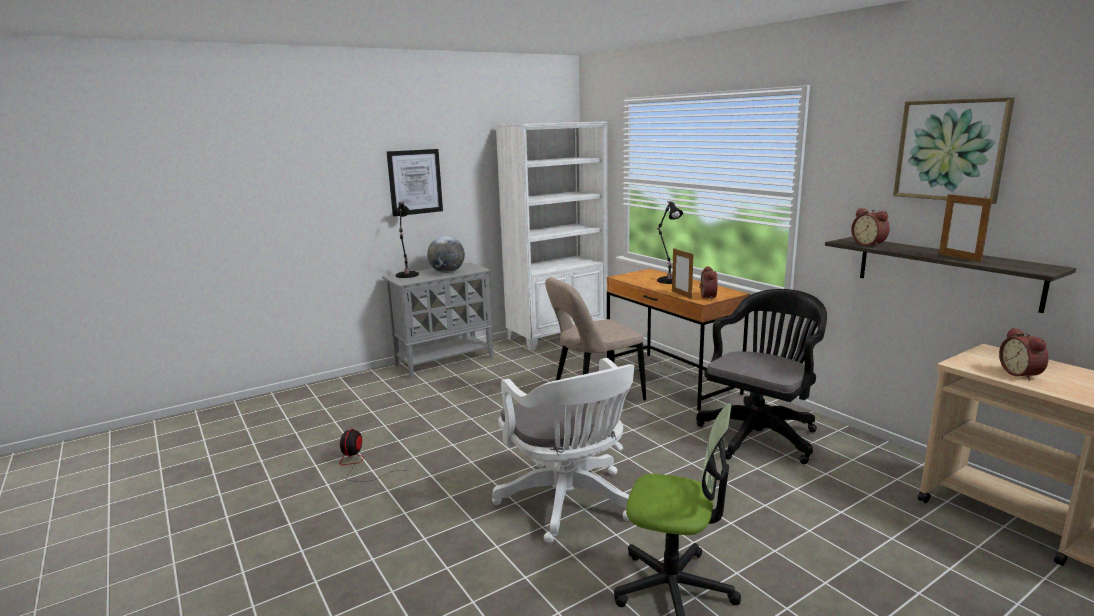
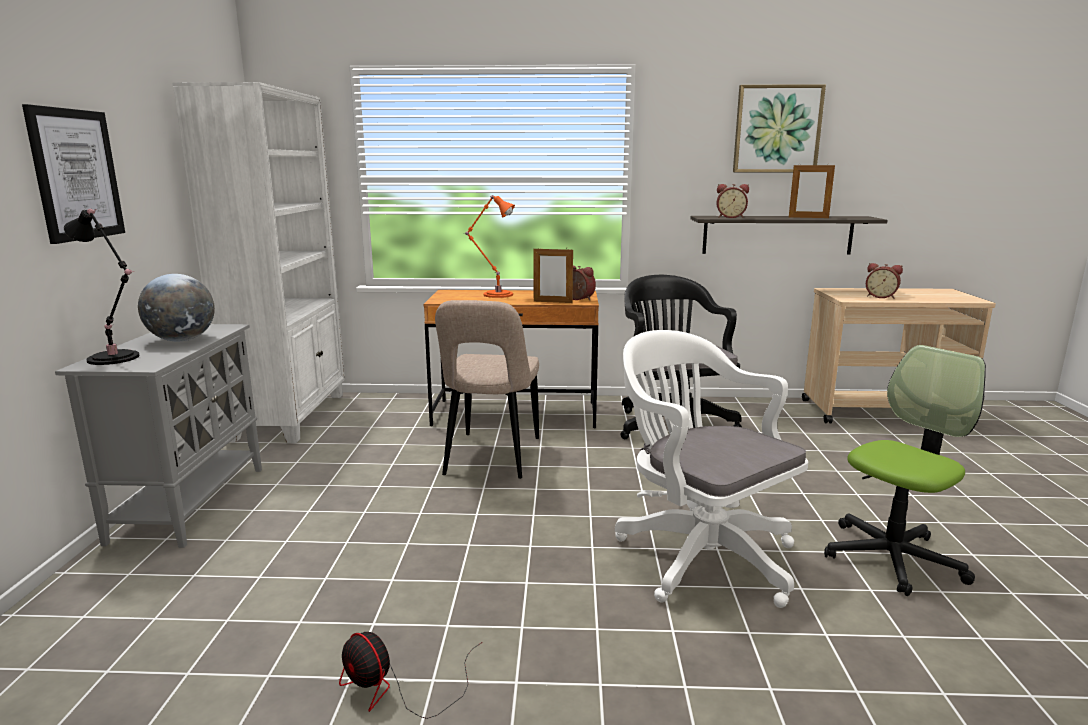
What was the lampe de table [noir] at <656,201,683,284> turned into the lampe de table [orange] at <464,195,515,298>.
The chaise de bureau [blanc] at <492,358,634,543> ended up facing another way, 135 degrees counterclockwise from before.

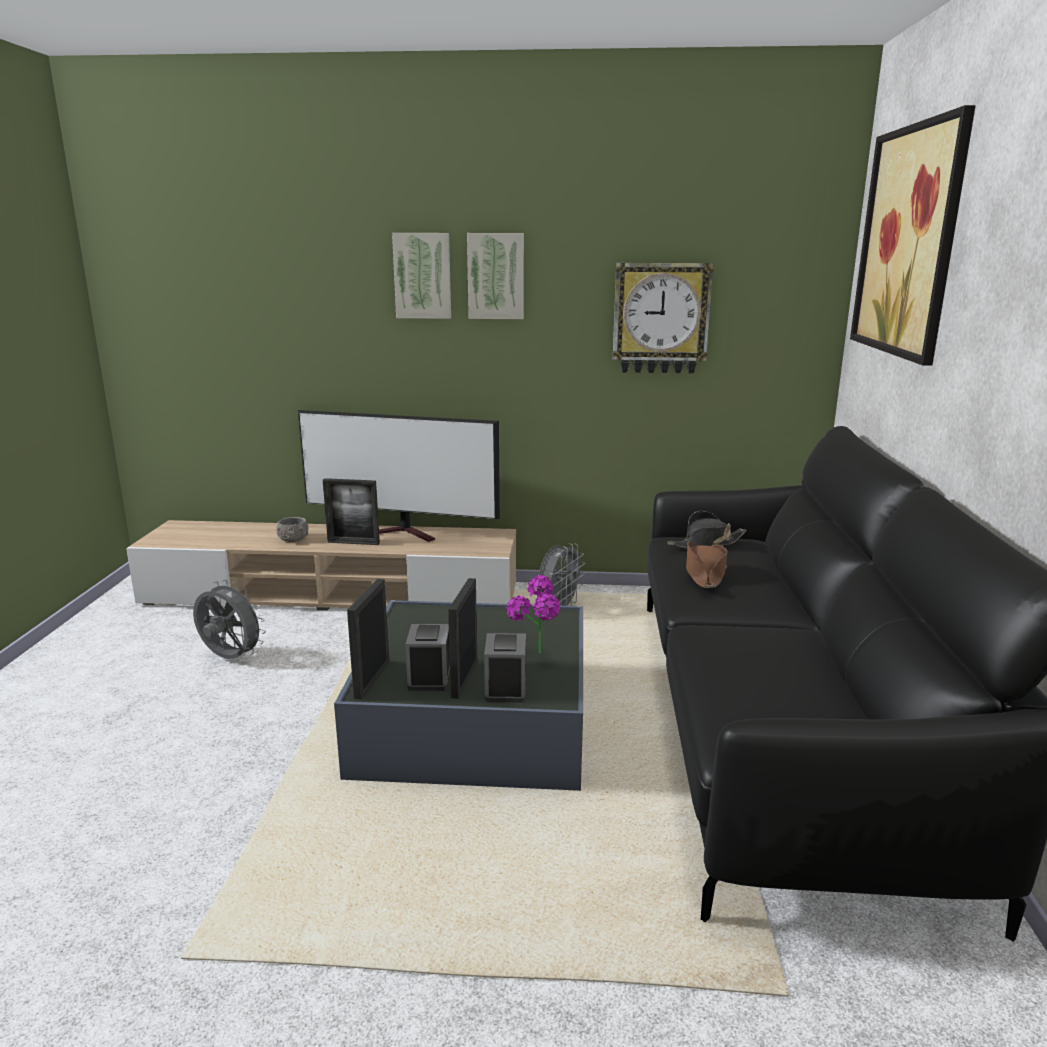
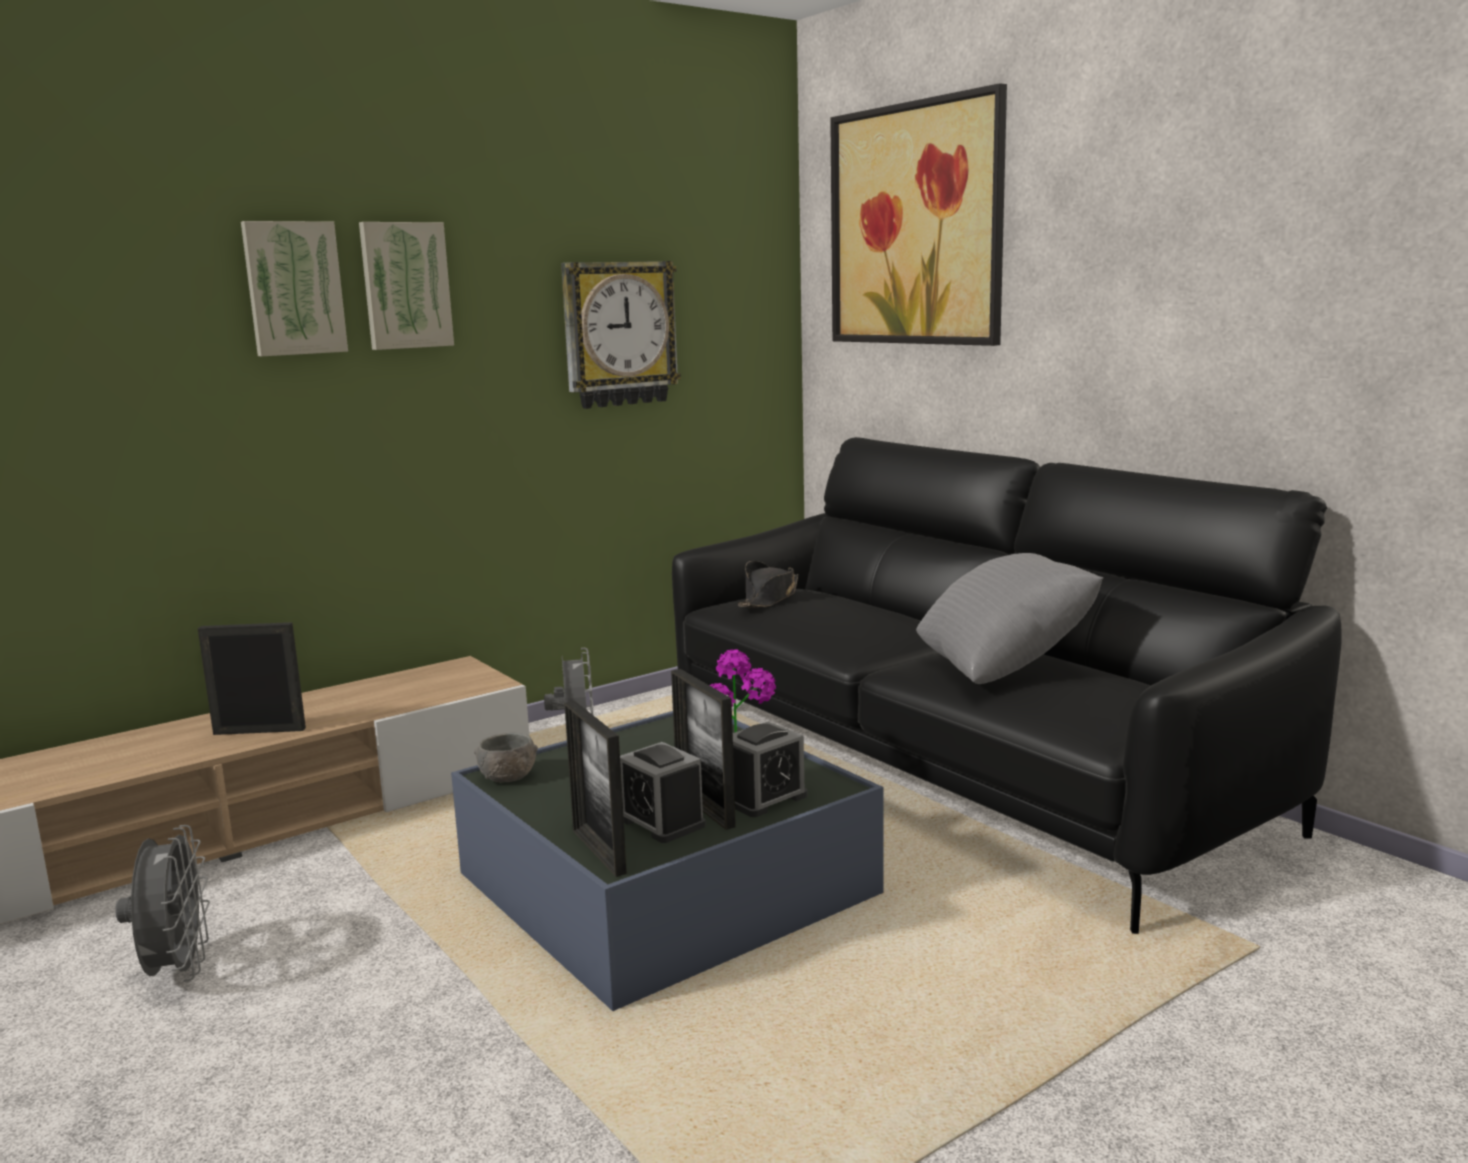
The ventilateur [gris] at <193,580,266,659> ended up facing another way, 90 degrees clockwise from before.
The cadre photo at <323,478,380,545> ended up facing another way, 150 degrees counterclockwise from before.
The bol [gris] ended up elsewhere, having gone from <276,517,309,542> to <474,733,538,782>.
The réveil at <484,633,526,702> ended up facing another way, 90 degrees counterclockwise from before.
The second view gained the coussin [gris] at <916,553,1103,684>.
The second view lost the téléviseur at <298,410,500,542>.
The second view lost the chapeau [marron] at <686,541,728,588>.

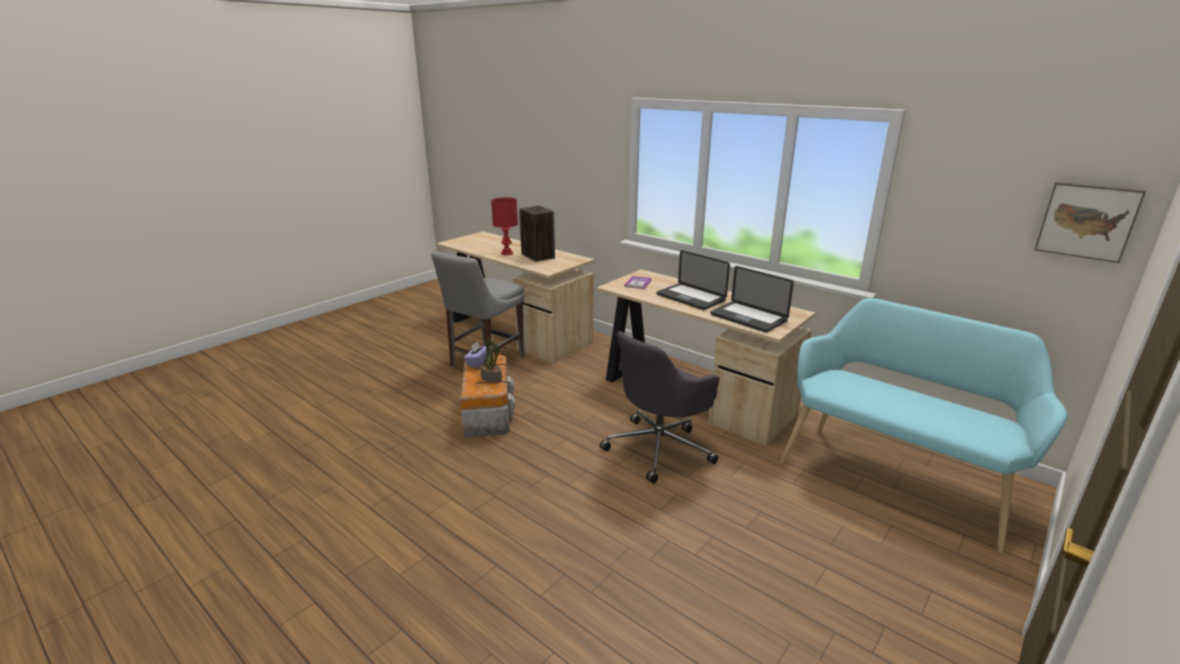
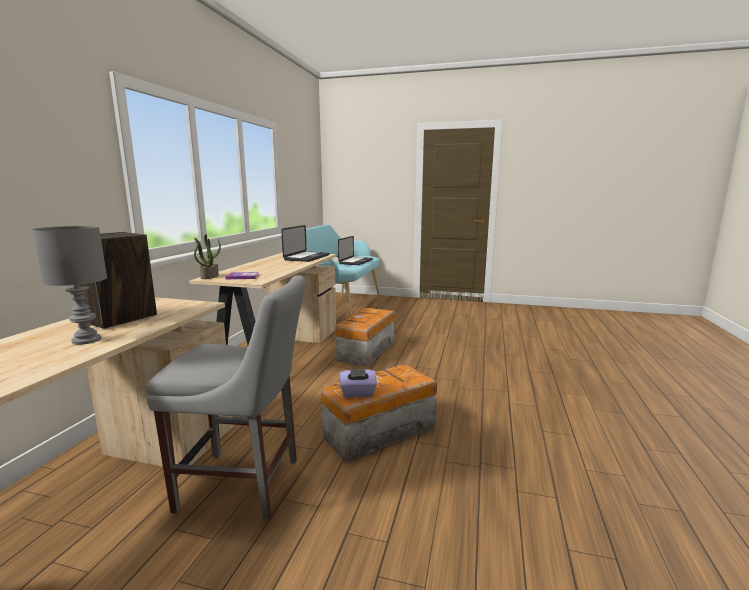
What was the lampe de table [rouge] at <491,197,518,255> turned into the lampe de table [gris] at <32,226,107,345>.
The plante en pot ended up elsewhere, having gone from <480,337,502,383> to <194,234,221,279>.
Where the chaise de bureau [gris] stood at <600,331,719,483>, the boîte de rangement came to stand at <335,308,395,367>.
The ordinateur portable ended up elsewhere, having gone from <656,250,730,310> to <338,236,373,265>.
The second view lost the tableau at <1035,182,1146,263>.

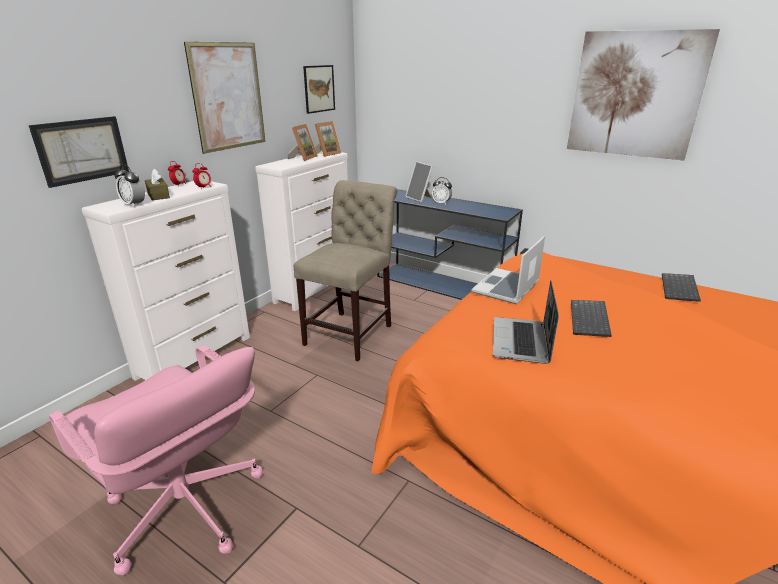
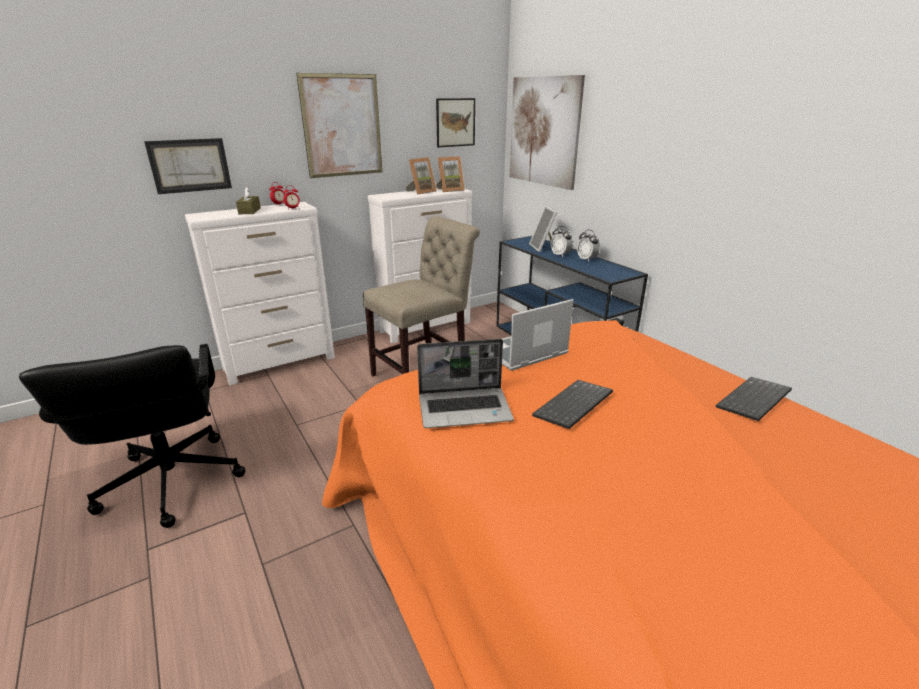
What was the chaise de bureau [rose] at <49,345,263,575> turned into the chaise de bureau [noir] at <19,344,245,528>.
The ordinateur portable at <493,280,559,364> ended up facing another way, 135 degrees counterclockwise from before.
The tableau ended up elsewhere, having gone from <567,29,720,160> to <510,75,585,190>.
The réveil ended up elsewhere, having gone from <114,165,145,208> to <577,230,600,262>.

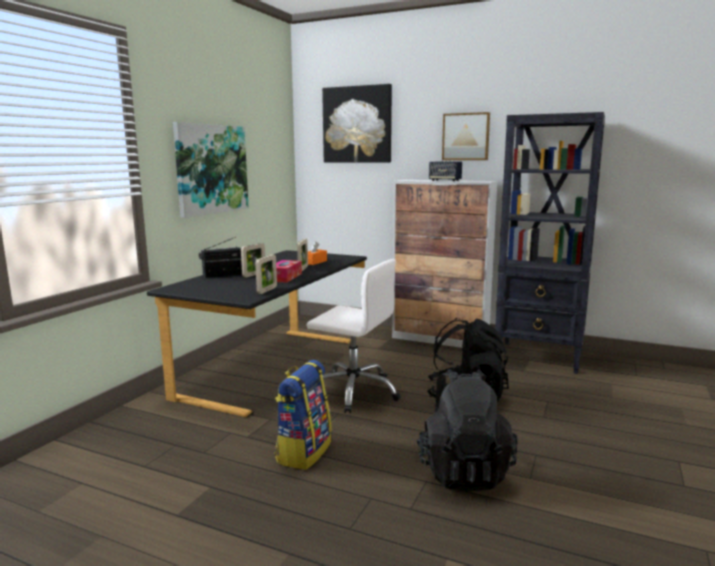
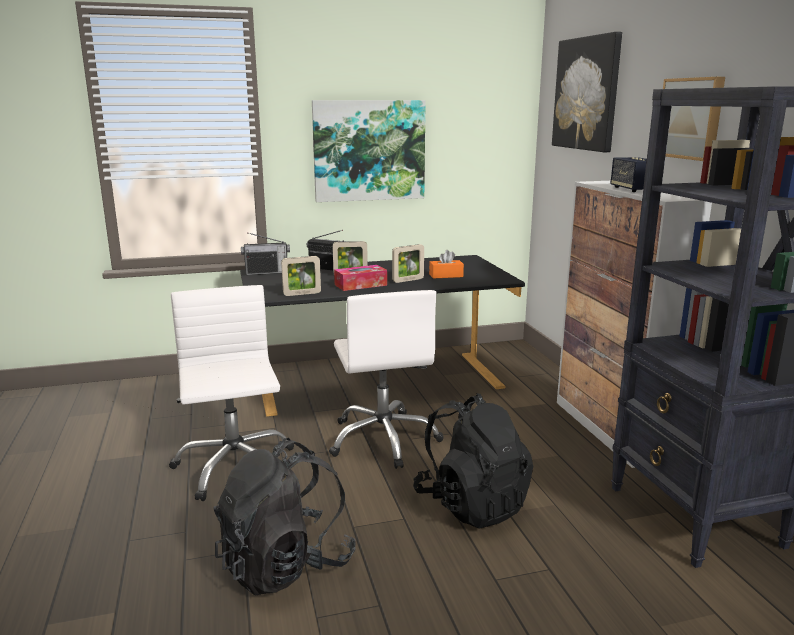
Where the sac à dos stood at <274,360,332,470>, the chaise de bureau [blanc] came to stand at <169,285,294,501>.
The second view gained the radio at <241,232,290,275>.

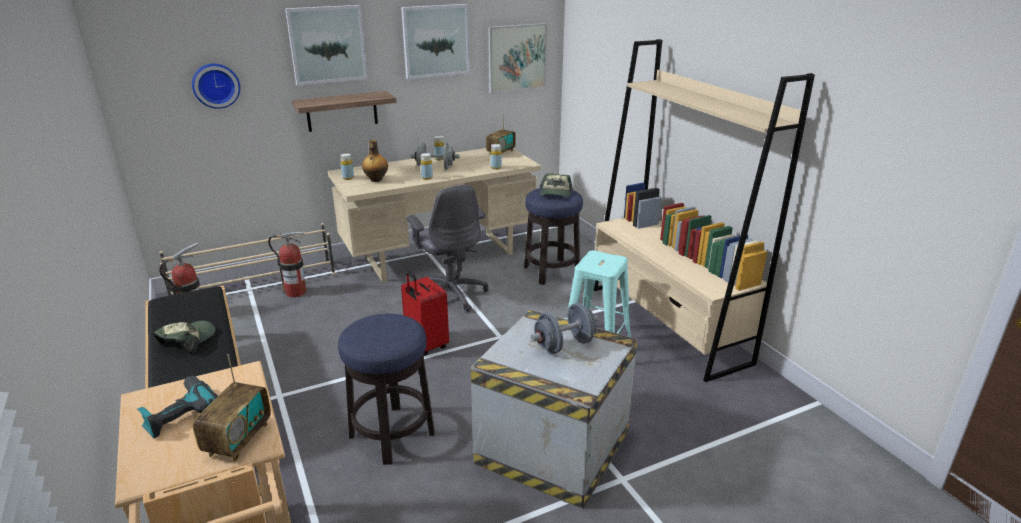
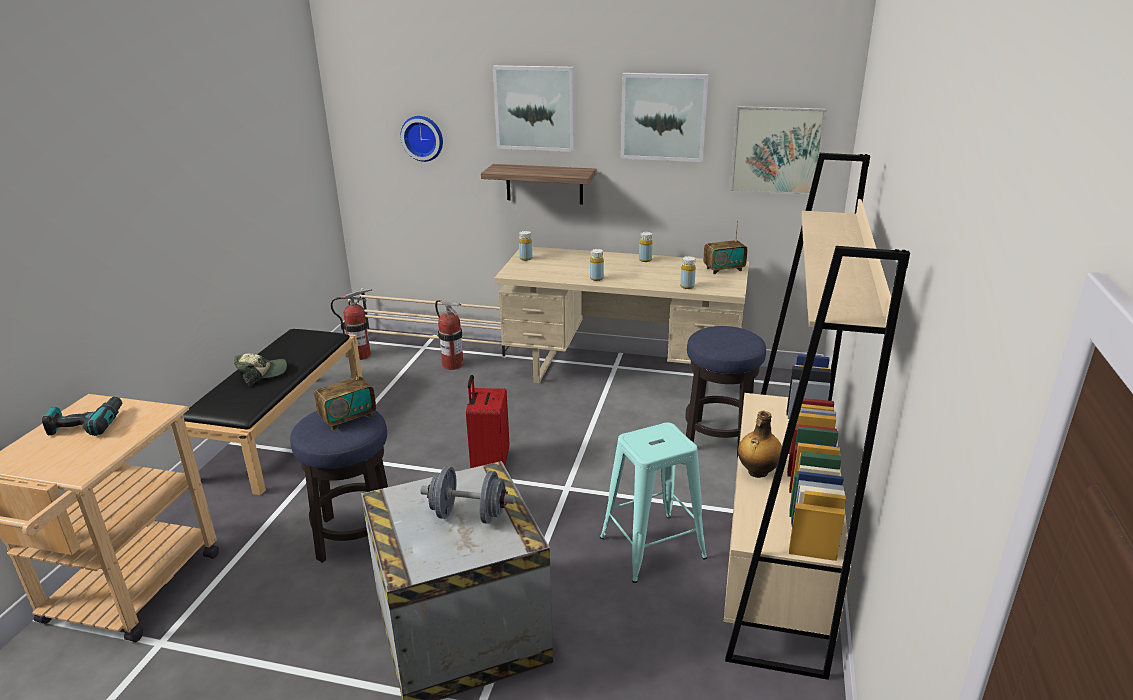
The radio ended up elsewhere, having gone from <193,354,271,462> to <314,353,376,431>.
The bouteille ended up elsewhere, having gone from <362,140,388,182> to <738,411,782,478>.
The second view lost the chaise de bureau [gris] at <406,185,489,312>.
The second view lost the haltère [gris] at <410,143,459,169>.
The second view lost the casquette at <540,173,573,197>.

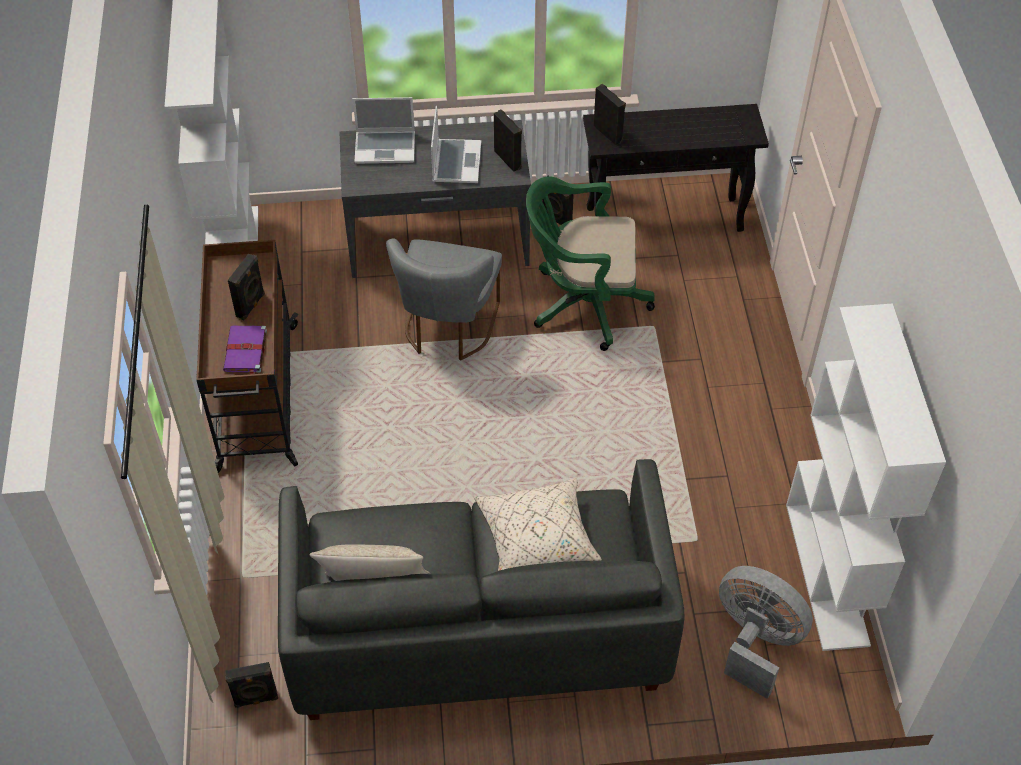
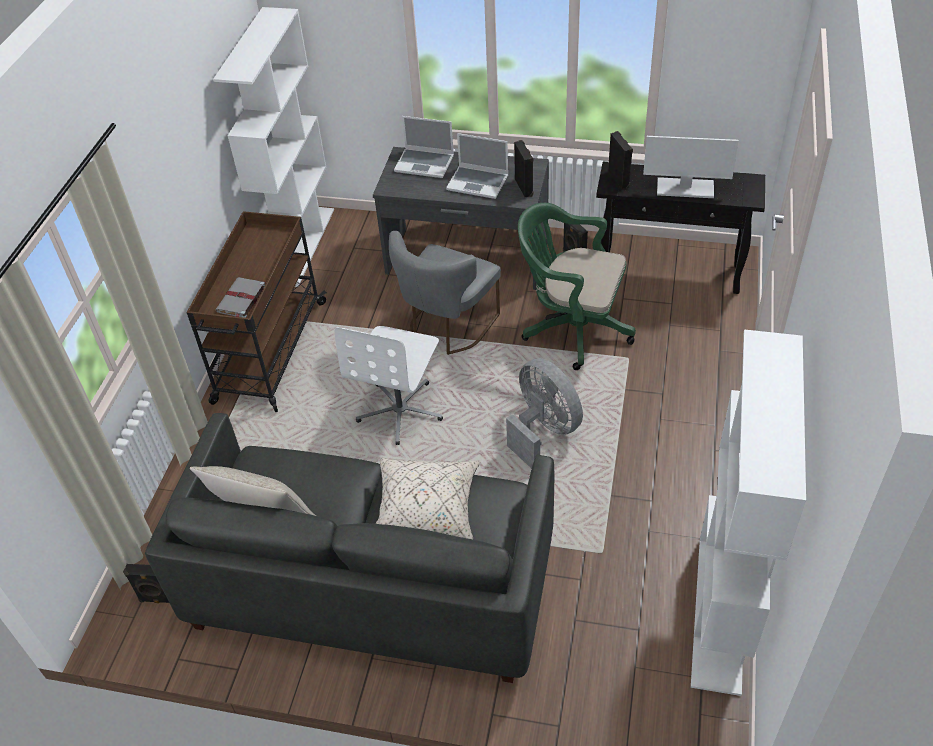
What was the livre [violet] at <223,326,267,374> turned into the livre [gris] at <216,277,265,318>.
The second view gained the chaise de bureau [blanc] at <334,326,443,445>.
The ordinateur portable at <431,106,481,183> ended up facing another way, 90 degrees clockwise from before.
The ventilateur [gris] ended up elsewhere, having gone from <719,566,813,699> to <506,358,583,469>.
The second view gained the écran d'ordinateur at <643,136,738,198>.
The second view lost the enceinte [noir] at <228,254,265,320>.

